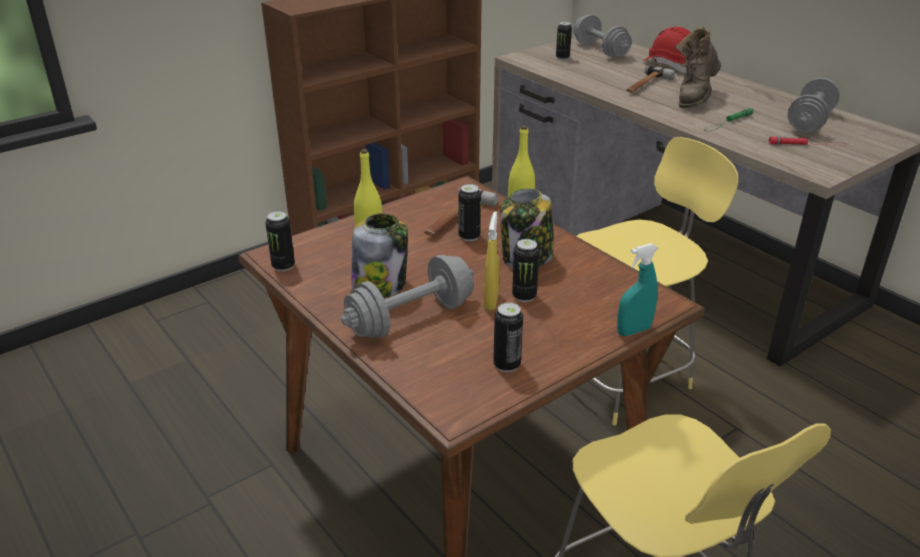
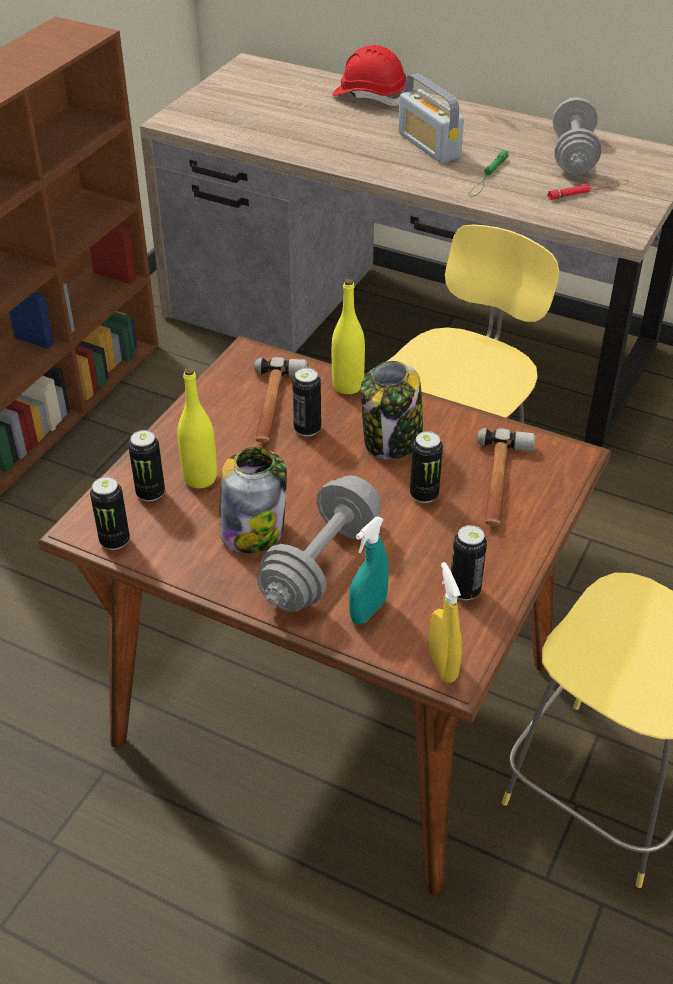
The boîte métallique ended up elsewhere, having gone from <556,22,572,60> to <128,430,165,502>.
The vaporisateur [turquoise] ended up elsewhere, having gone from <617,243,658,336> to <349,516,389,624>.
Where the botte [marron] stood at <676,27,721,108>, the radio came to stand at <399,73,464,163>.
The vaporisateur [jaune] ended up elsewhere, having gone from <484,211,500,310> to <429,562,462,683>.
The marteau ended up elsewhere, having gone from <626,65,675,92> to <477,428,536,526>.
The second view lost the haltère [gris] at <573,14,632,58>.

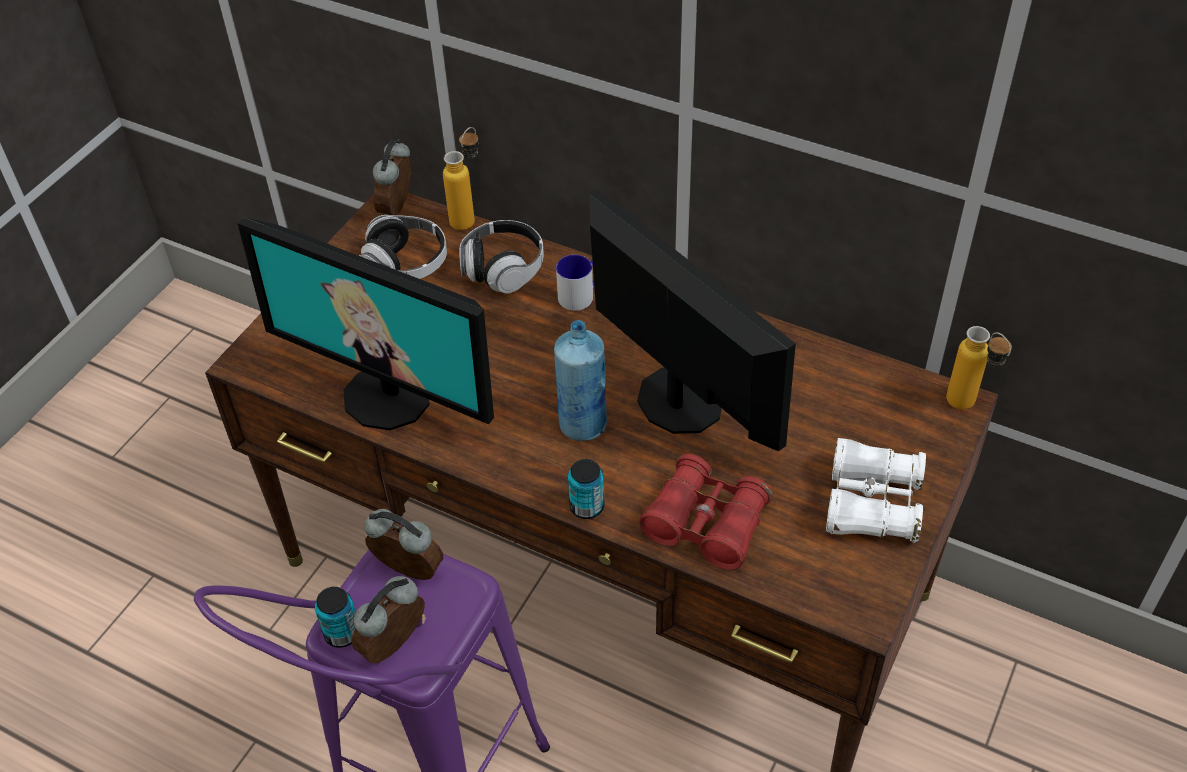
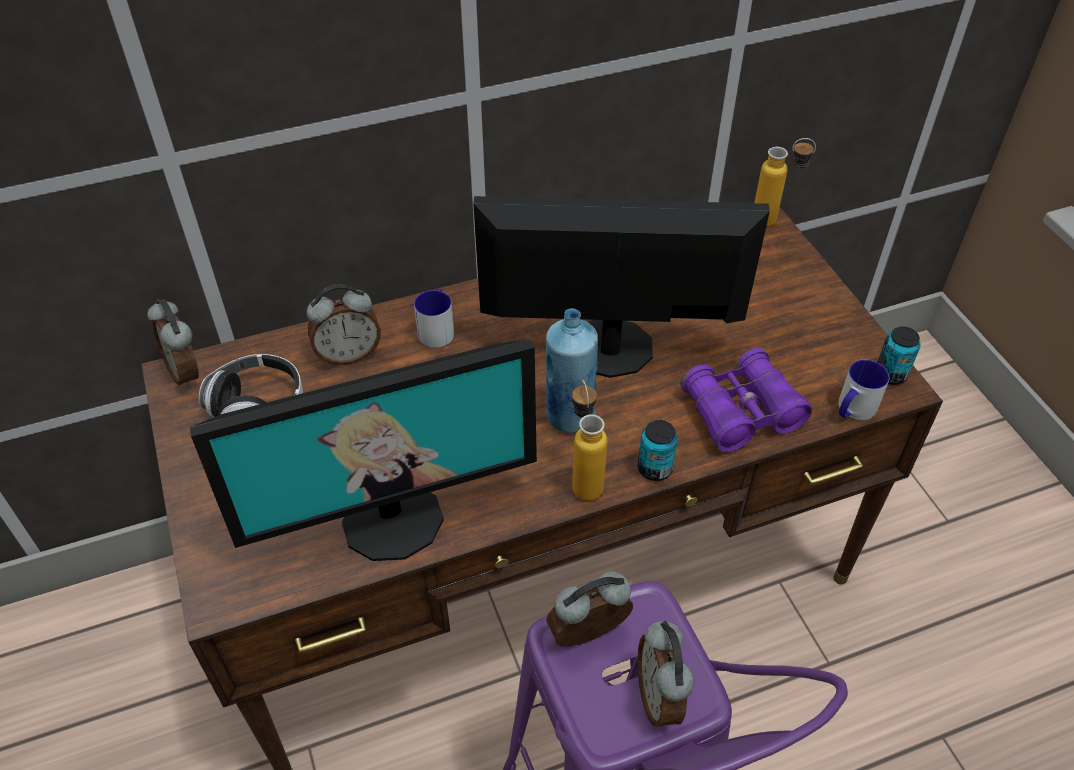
Where the casque audio stood at <460,220,544,293>, the réveil came to stand at <307,284,381,365>.
The bouteille ended up elsewhere, having gone from <443,127,479,231> to <572,380,607,501>.
What was the jumelles [rouge] at <639,454,773,570> turned into the jumelles [violet] at <680,348,812,452>.
The second view gained the mug at <838,360,889,420>.
The boîte métallique ended up elsewhere, having gone from <315,587,356,648> to <877,326,921,385>.
The second view lost the jumelles [blanc] at <826,438,926,543>.

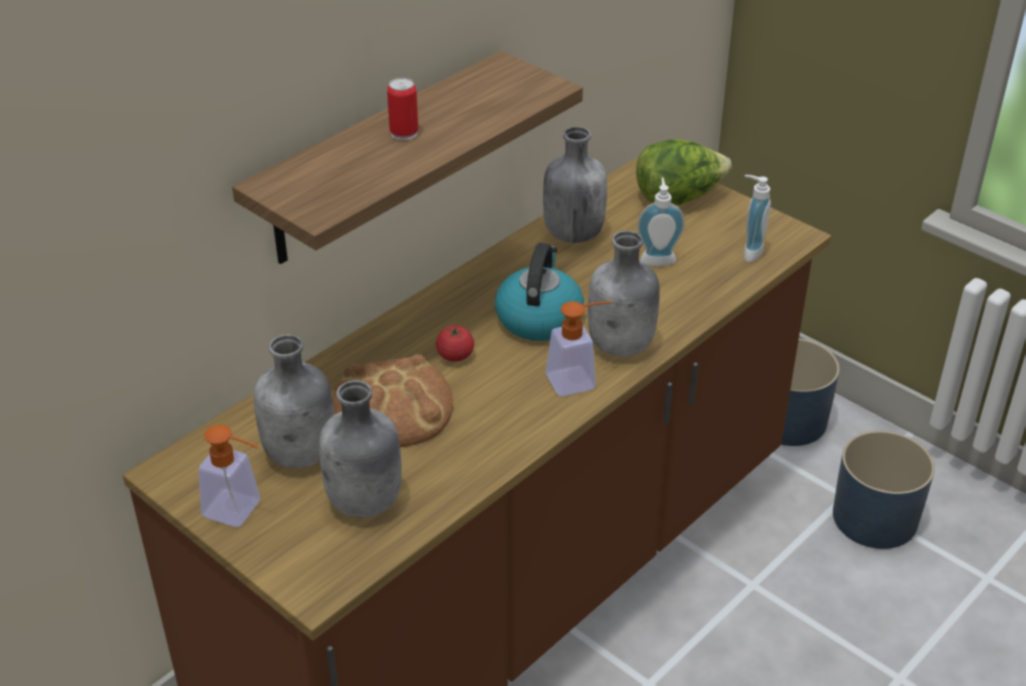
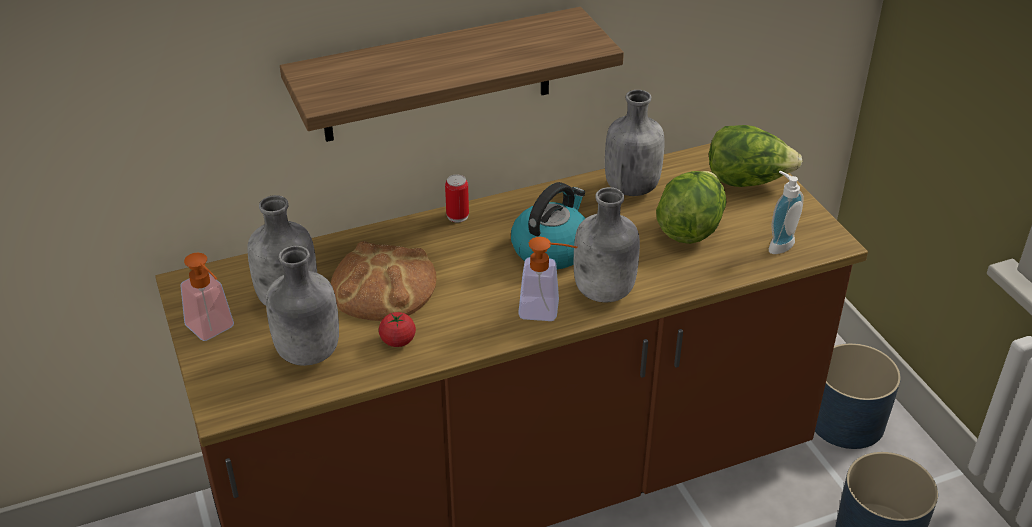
The tomate ended up elsewhere, having gone from <436,326,474,362> to <379,312,416,347>.
The boîte métallique ended up elsewhere, having gone from <387,78,418,141> to <445,174,469,222>.
Where the distributeur de savon stood at <637,177,685,266>, the laitue came to stand at <656,171,726,244>.

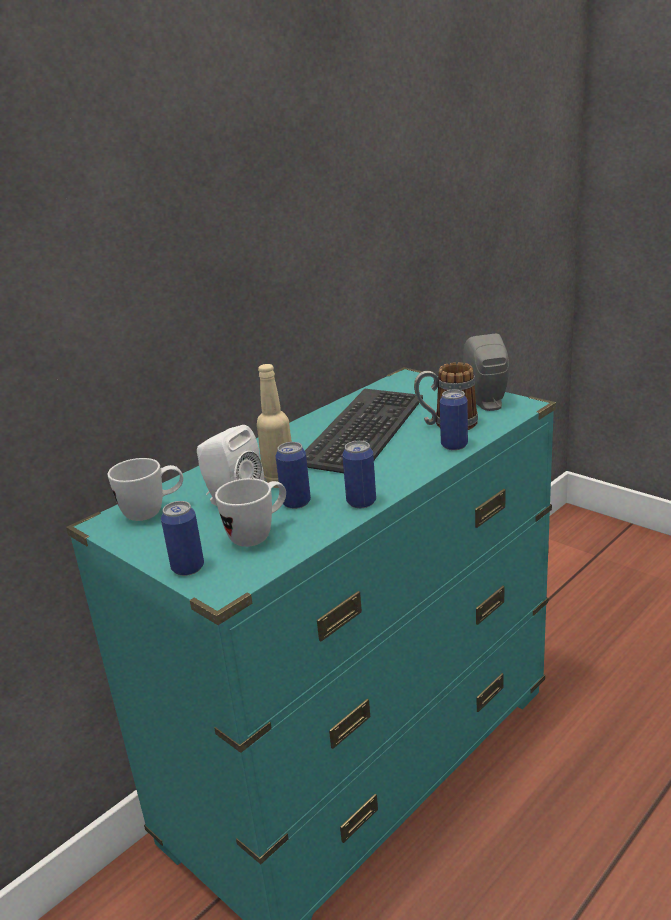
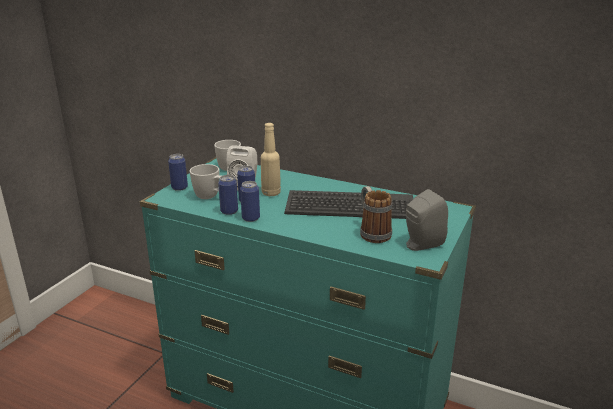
The boîte métallique ended up elsewhere, having gone from <440,390,468,450> to <218,175,238,215>.

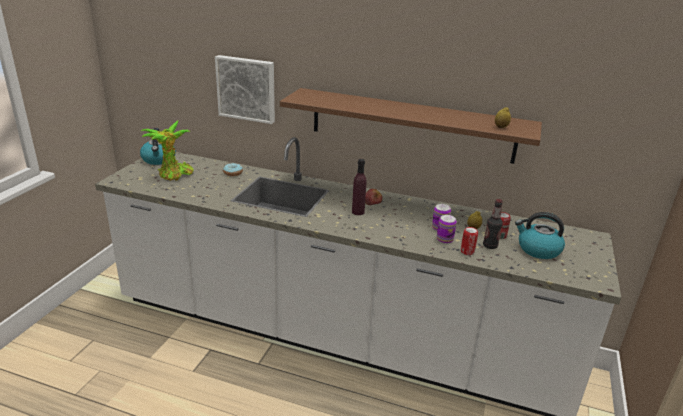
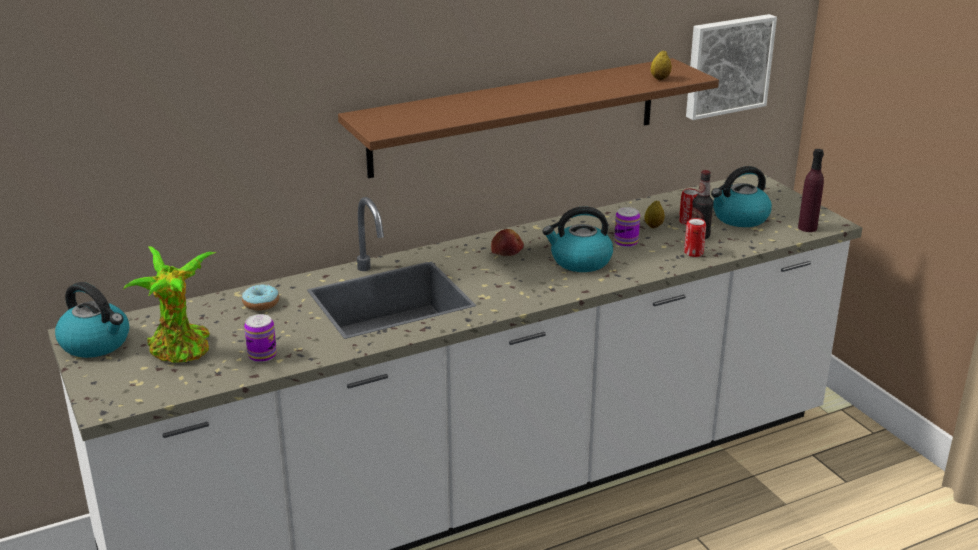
The boîte métallique ended up elsewhere, having gone from <437,215,457,244> to <244,314,277,362>.
The second view gained the bouilloire at <542,206,613,272>.
The tableau ended up elsewhere, having gone from <215,55,275,124> to <686,14,777,120>.
The bouteille [violet] ended up elsewhere, having gone from <352,159,367,215> to <798,149,824,232>.

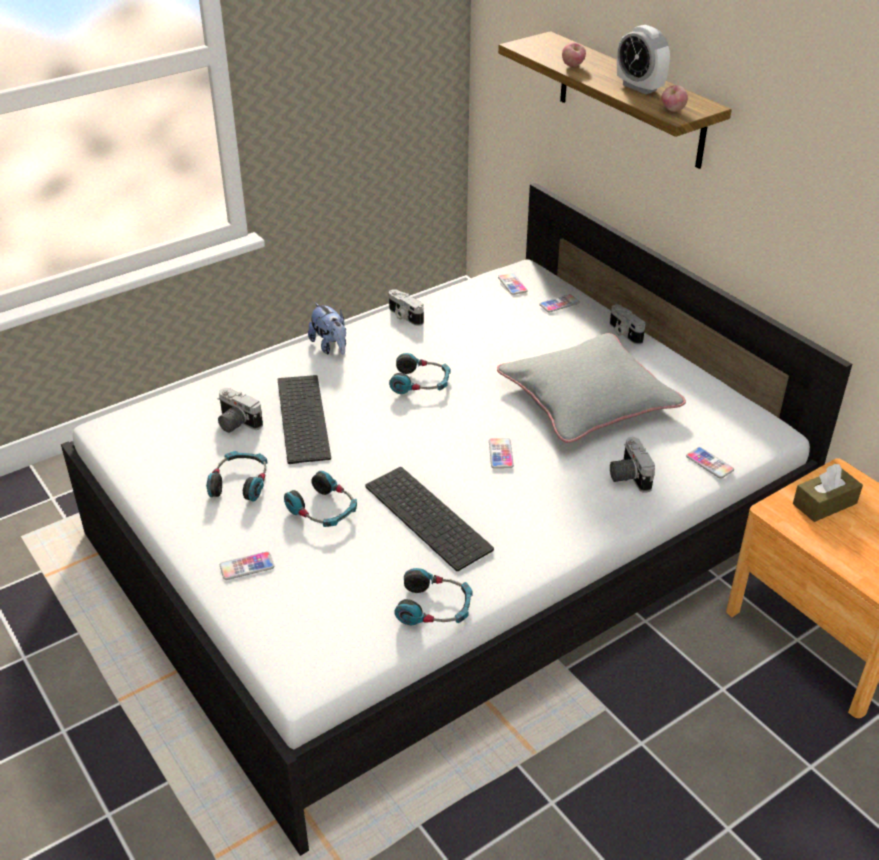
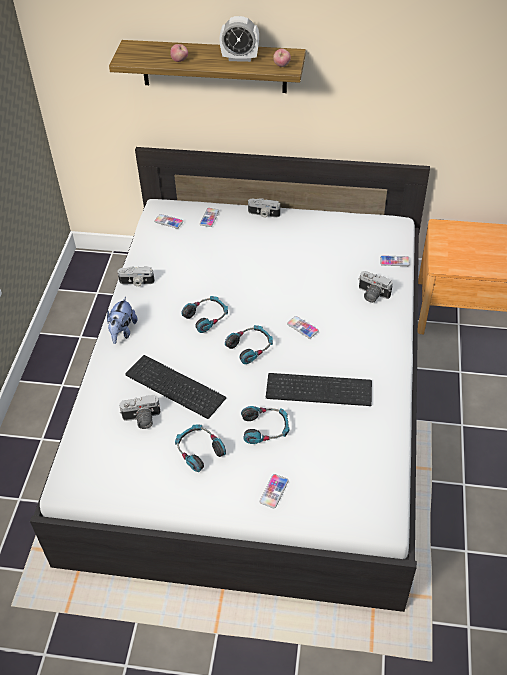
The peluche at <308,303,346,355> ended up facing another way, 90 degrees clockwise from before.
The casque audio ended up elsewhere, having gone from <394,568,472,625> to <225,325,273,364>.
The second view lost the coussin [gris] at <497,333,686,443>.
The second view lost the boîte à mouchoirs [marron] at <793,464,863,522>.

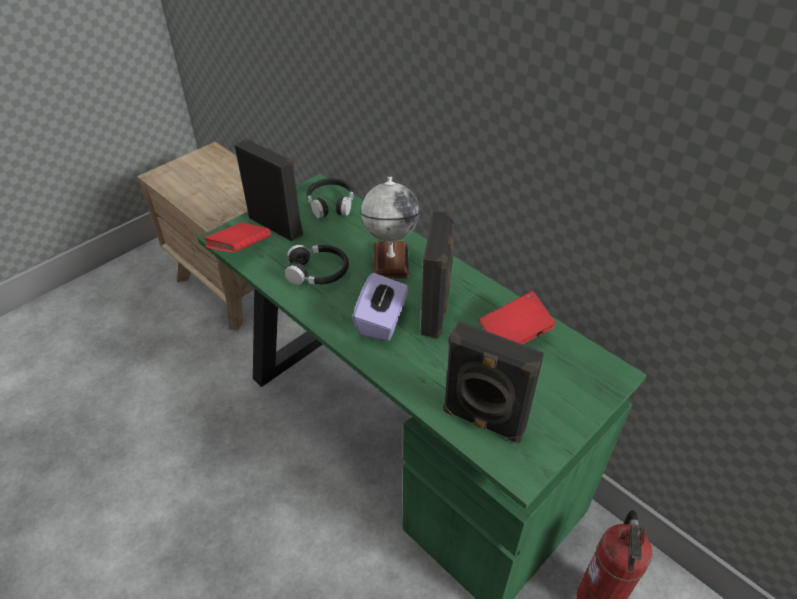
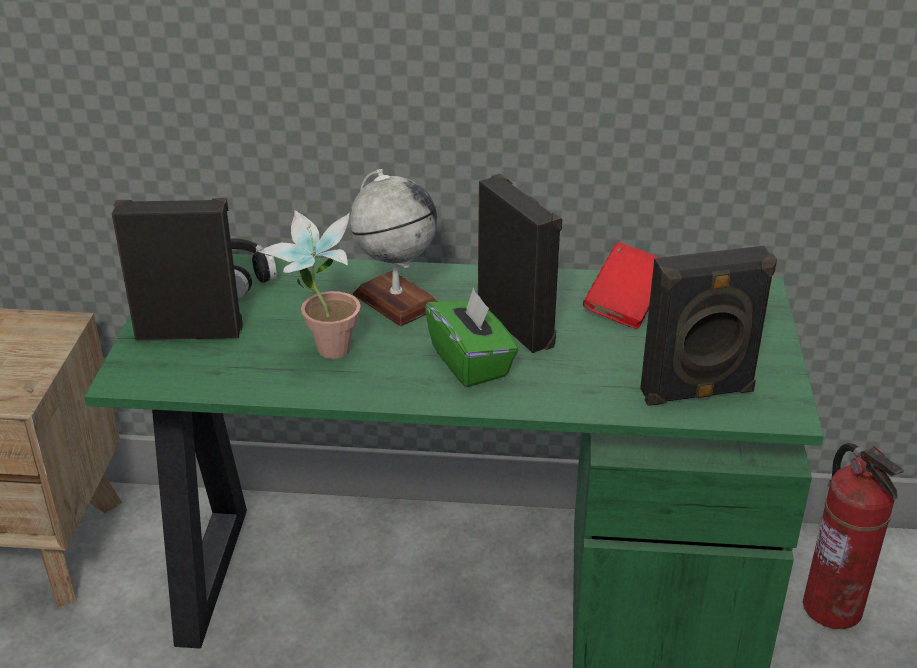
Where the casque audio [noir] stood at <284,245,349,285>, the plante en pot came to stand at <258,210,361,359>.
What was the boîte à mouchoirs [violet] at <353,273,408,341> turned into the boîte à mouchoirs [vert] at <425,287,518,387>.
The second view lost the livre [rouge] at <204,222,271,253>.

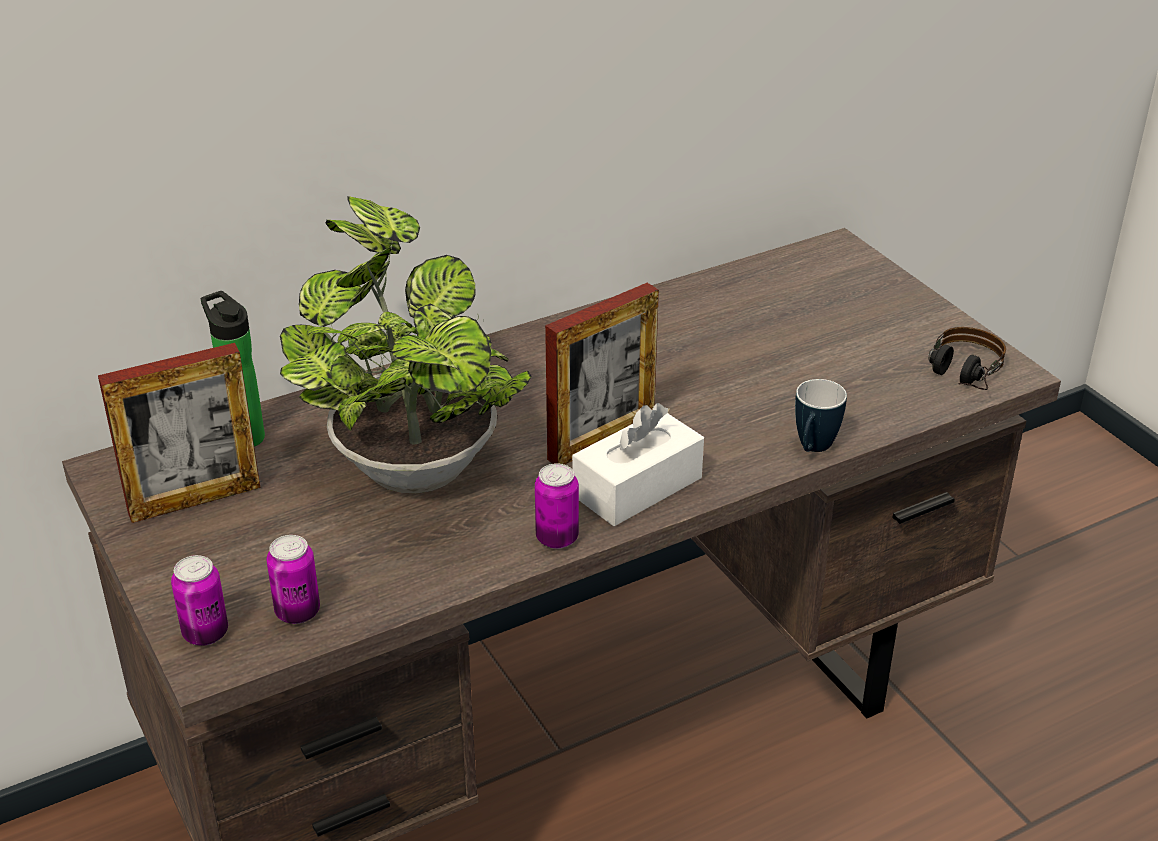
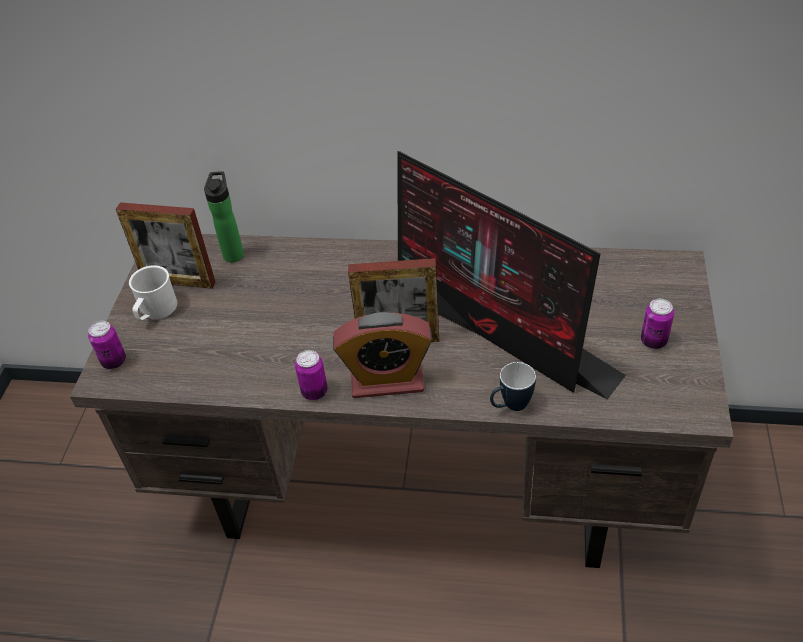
The second view gained the mug [blanc] at <129,265,177,320>.
Where the boîte à mouchoirs [blanc] stood at <572,403,704,526>, the réveil came to stand at <333,312,432,398>.
The second view gained the écran d'ordinateur at <397,151,626,399>.
The boîte métallique ended up elsewhere, having gone from <266,535,320,624> to <641,299,674,349>.
The second view lost the plante en pot at <280,196,531,493>.
The second view lost the casque audio at <928,327,1006,390>.

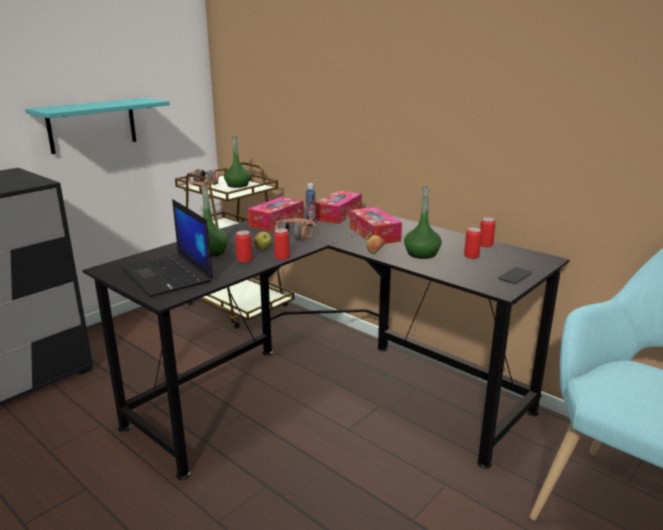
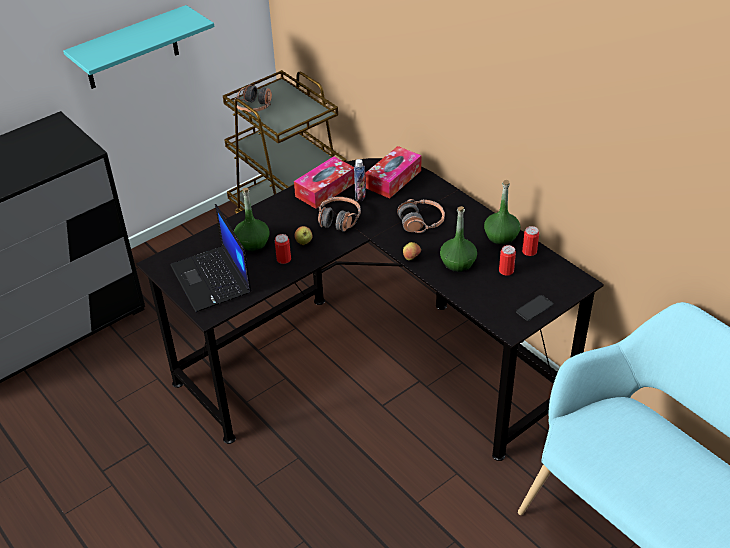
Where the boîte à mouchoirs stood at <350,207,402,244>, the casque audio came to stand at <397,199,445,233>.
The bouteille [vert] ended up elsewhere, having gone from <224,134,251,188> to <484,180,520,245>.
The second view lost the boîte métallique at <274,228,290,260>.

